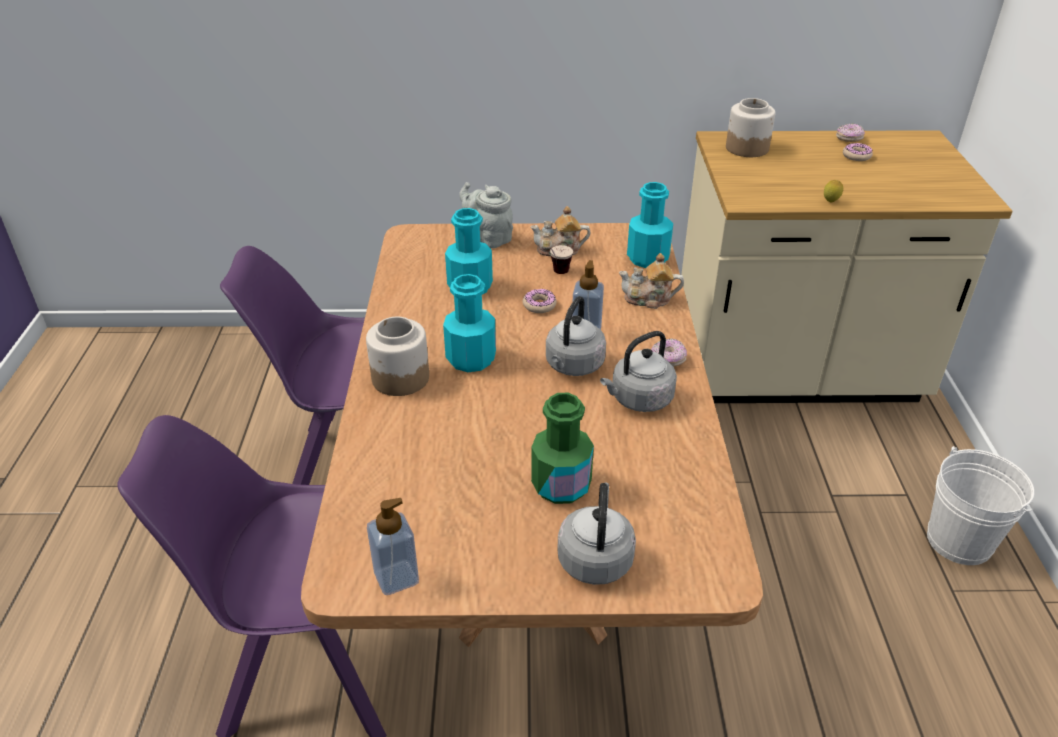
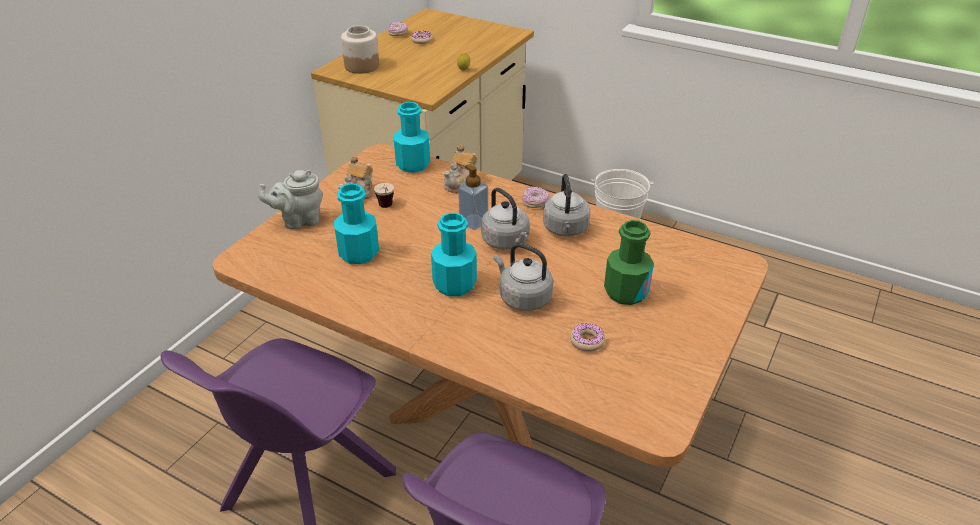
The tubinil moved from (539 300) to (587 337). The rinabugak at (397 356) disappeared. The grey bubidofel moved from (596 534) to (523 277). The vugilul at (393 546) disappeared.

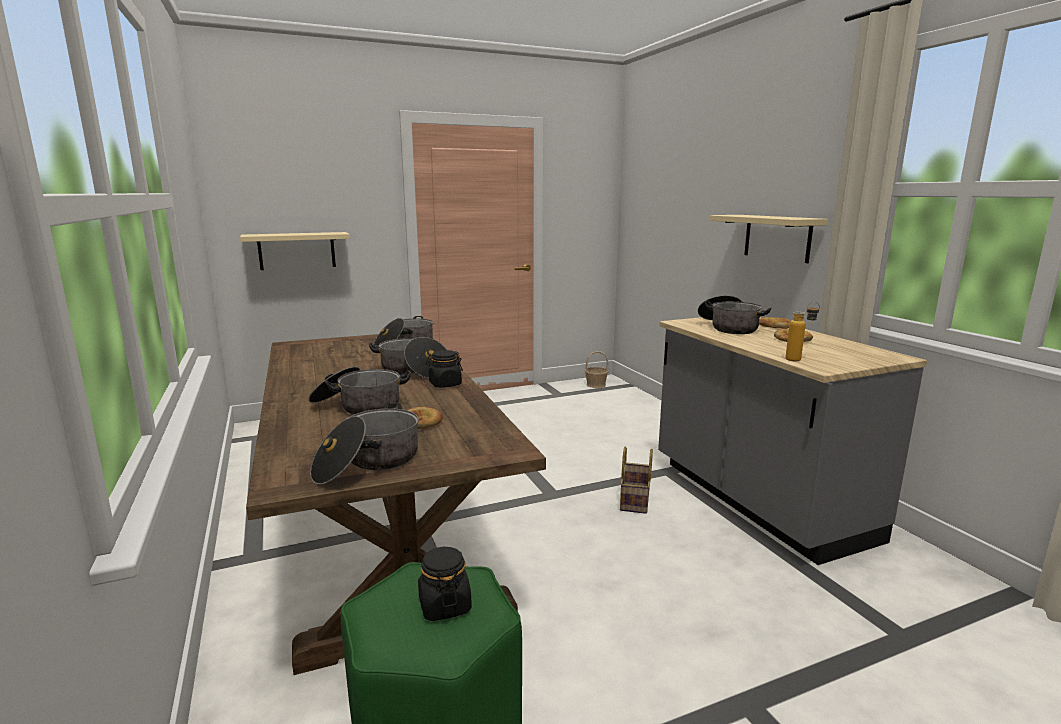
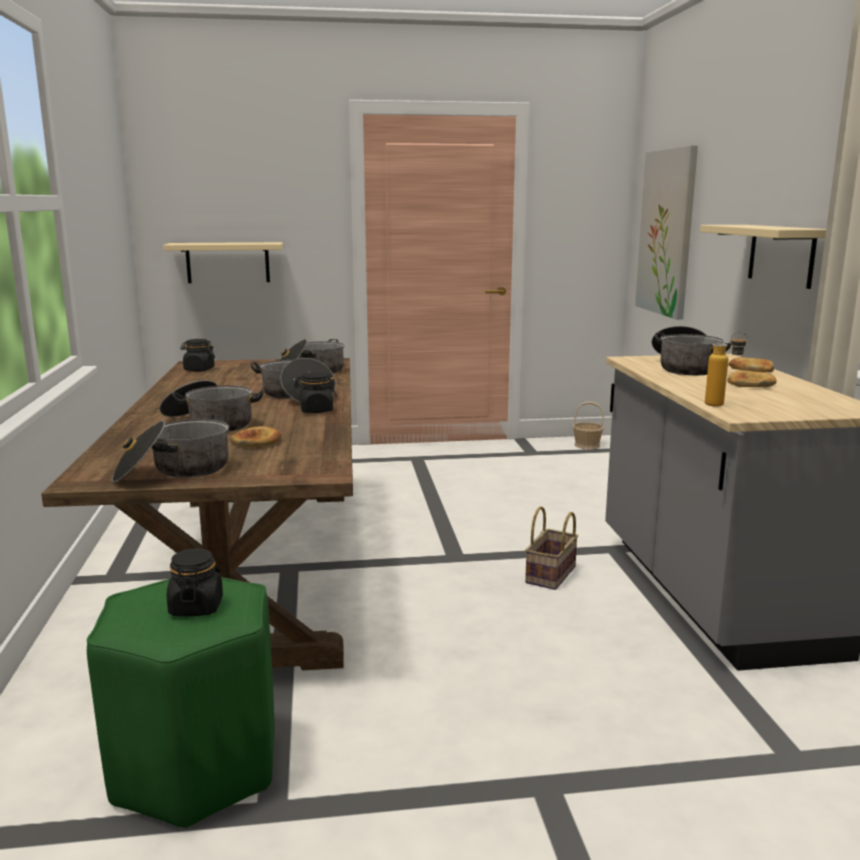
The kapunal at (666 232) appeared. The black rinabugak at (197 355) appeared.

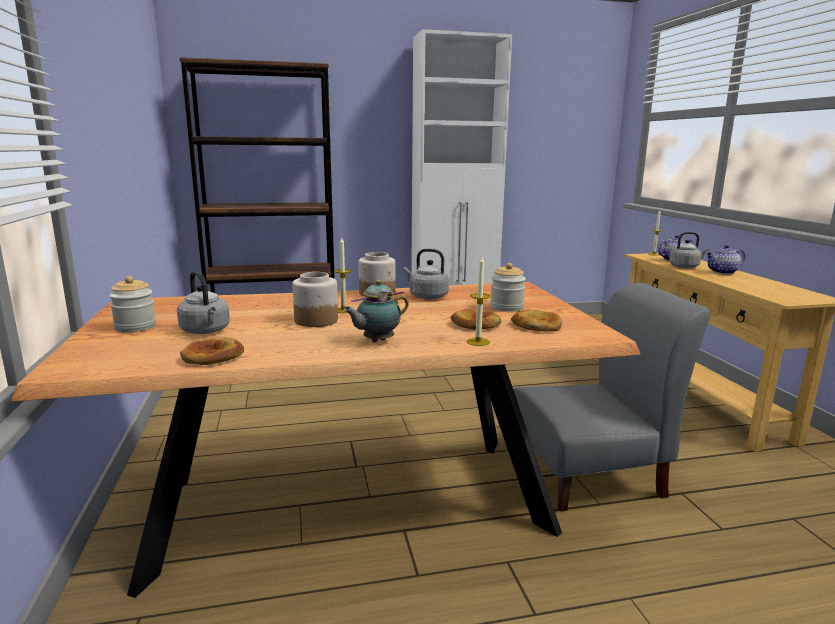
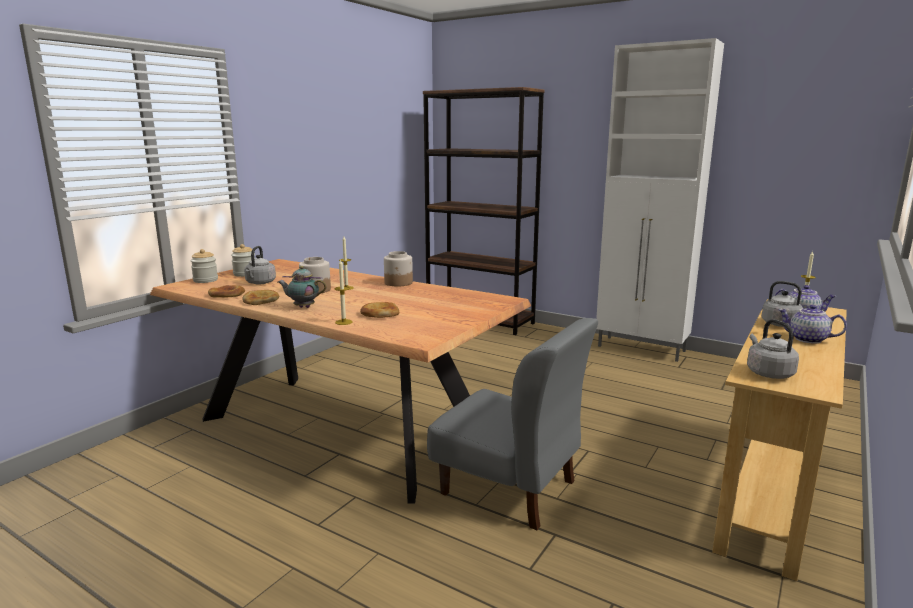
The grey bubidofel moved from (426 274) to (773 349). The rinabugak moved from (508 287) to (204 266). The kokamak moved from (536 321) to (260 297).

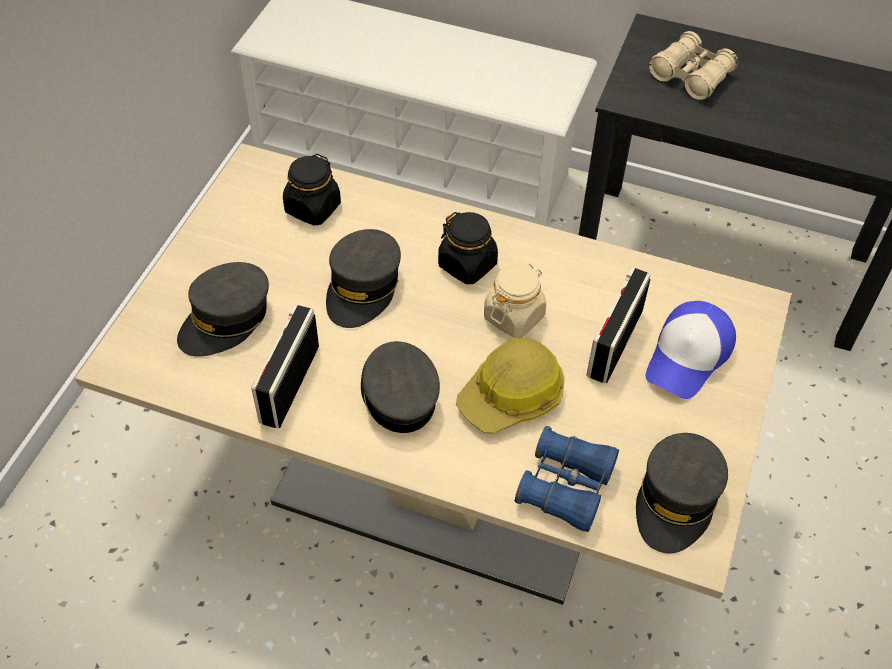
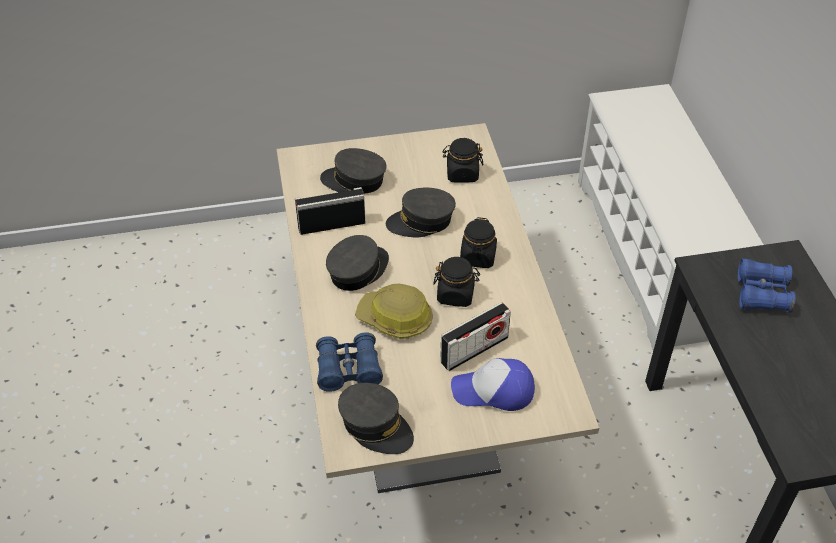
The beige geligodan at (693 65) became the blue geligodan at (766 286). The beige rinabugak at (515 301) became the black rinabugak at (456 282). The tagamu at (618 325) turned 150 degrees clockwise. The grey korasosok at (682 493) turned 135 degrees counterclockwise.

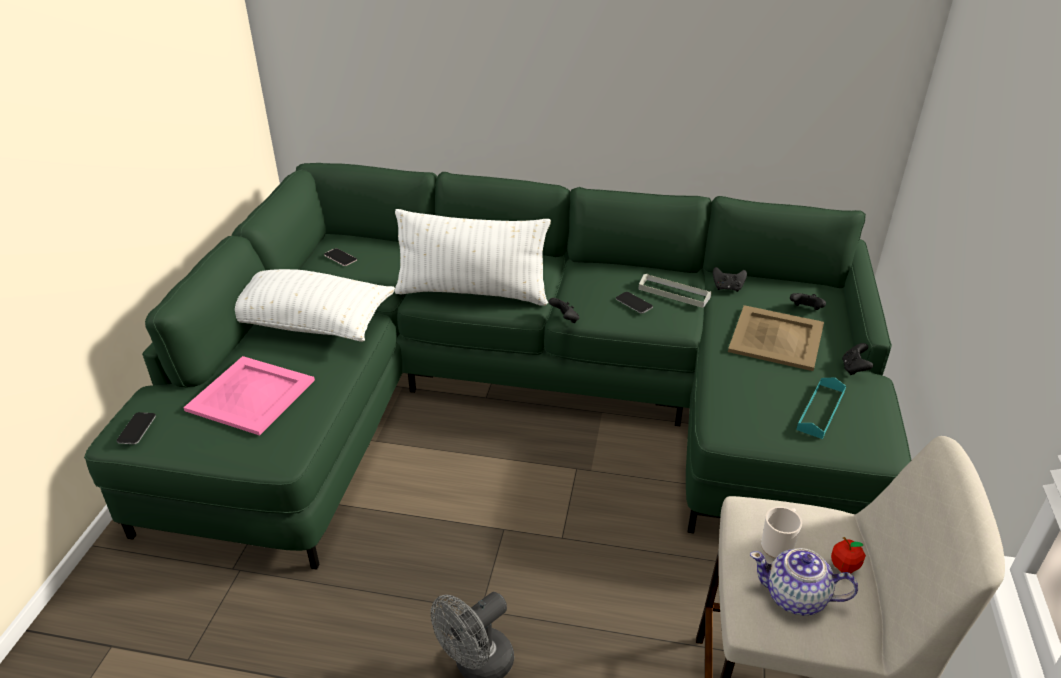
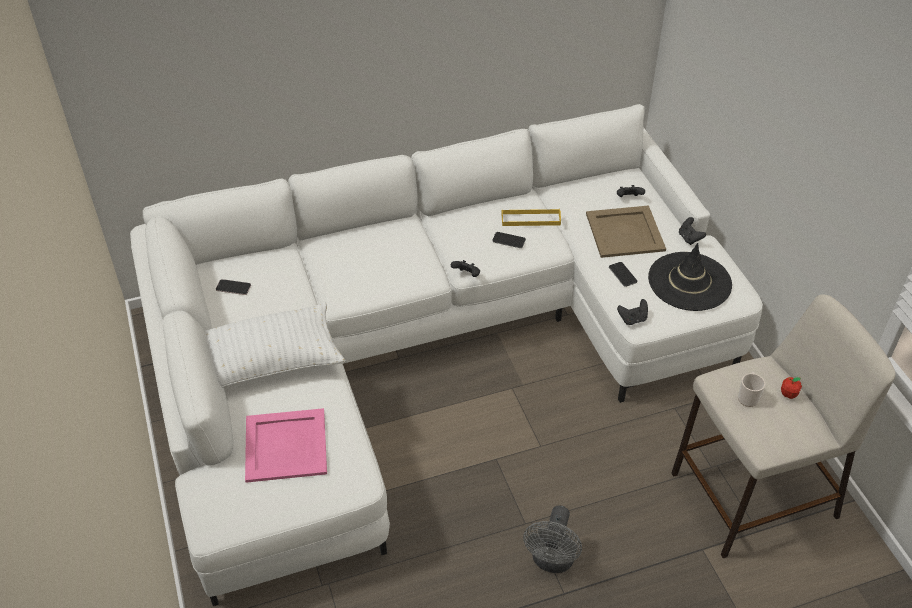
The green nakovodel at (497 366) became the white nakovodel at (446 355). The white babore at (472 257) disappeared. The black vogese moved from (730 279) to (632 312). The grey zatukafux at (675 291) became the yellow zatukafux at (531 217). The turquoise zatukafux at (821 408) was replaced by the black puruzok at (690 277). The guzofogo moved from (136 428) to (623 274). The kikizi at (804 582) disappeared.

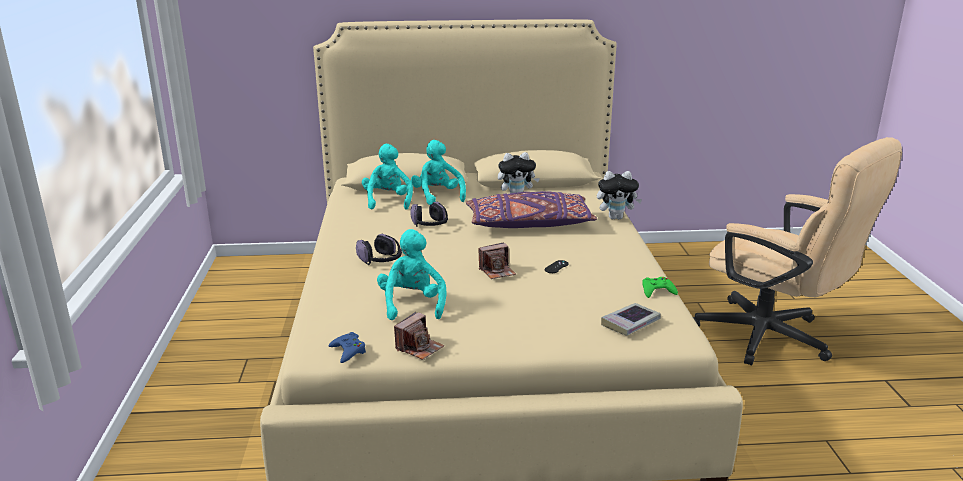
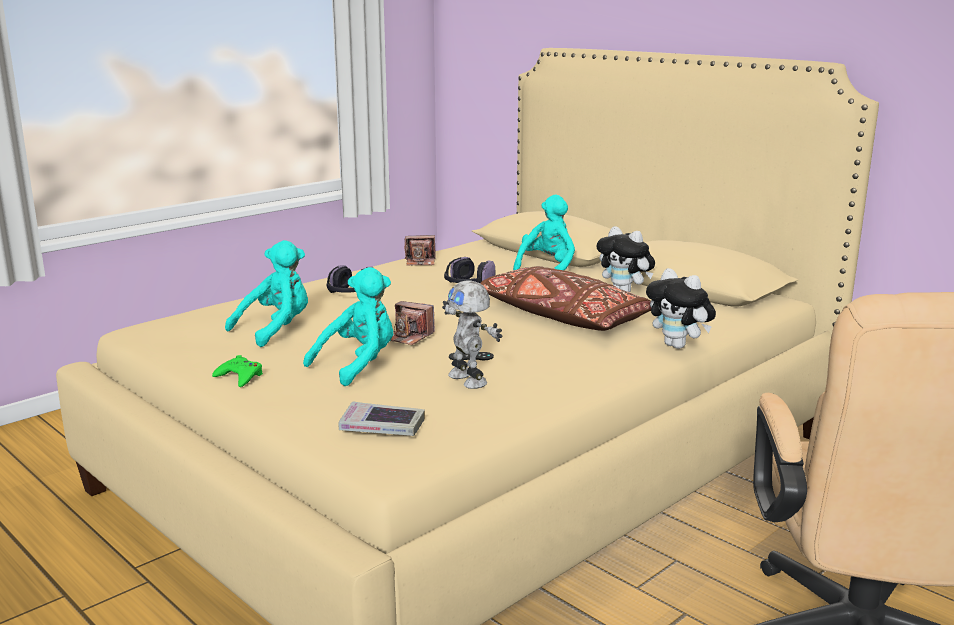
The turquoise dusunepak moved from (387 177) to (348 326). The purple babore at (531 209) became the brown babore at (565 298). The green vogese moved from (660 287) to (237 371). The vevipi moved from (419 336) to (420 250). The blue vogese at (347 347) disappeared. The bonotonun at (472 334) appeared.

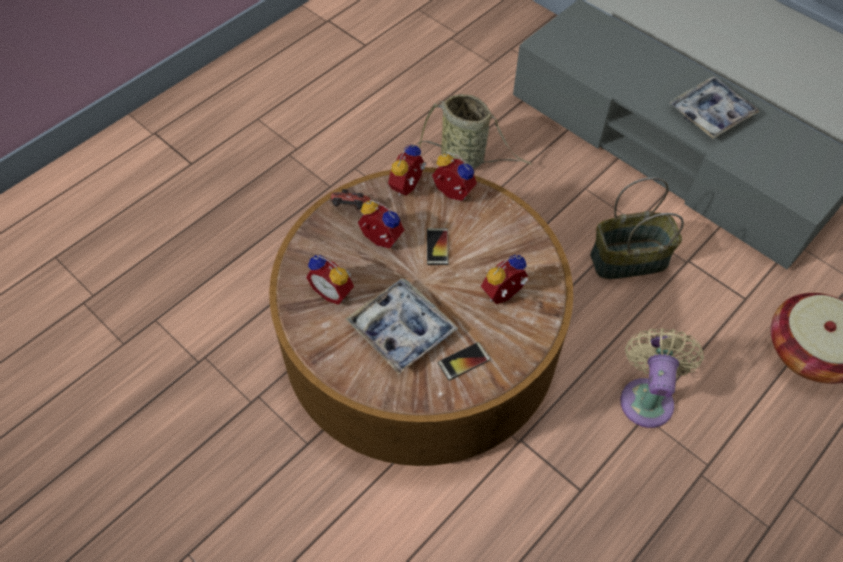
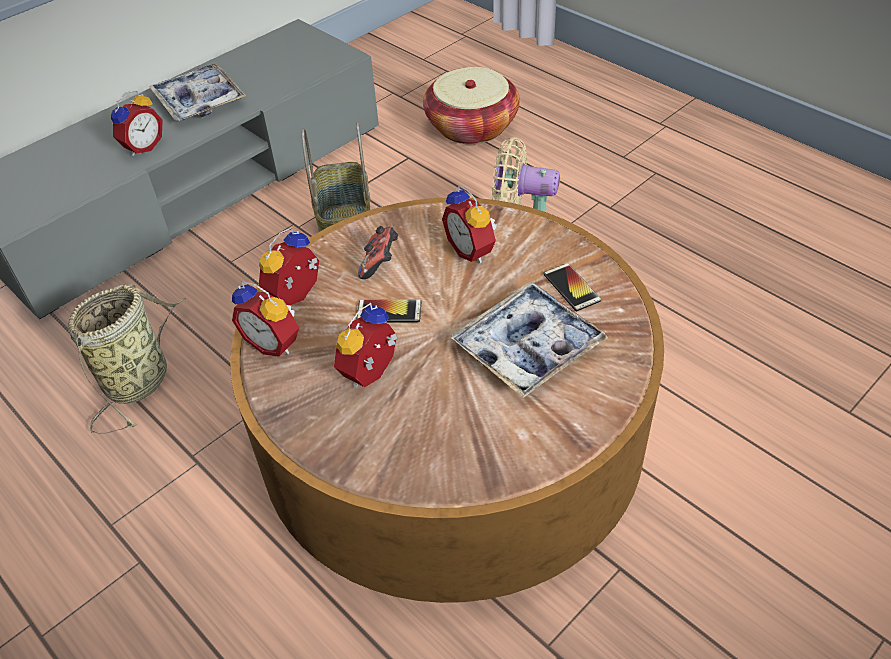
The vogese moved from (351 199) to (378 252). The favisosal moved from (330 280) to (137 123).

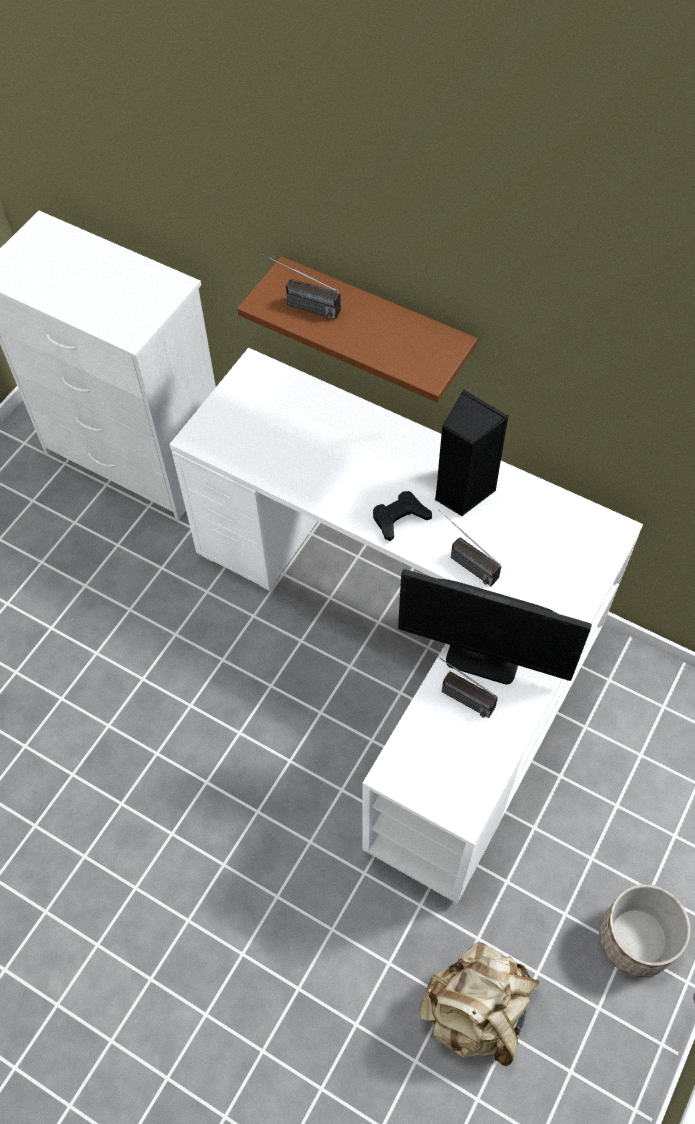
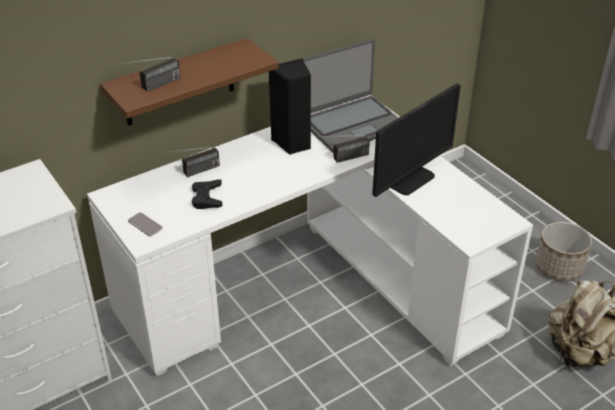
The black vogese moved from (402 516) to (207 194). The tagamu moved from (461 682) to (191 162). The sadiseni at (351 96) appeared. The guzofogo at (145 224) appeared.

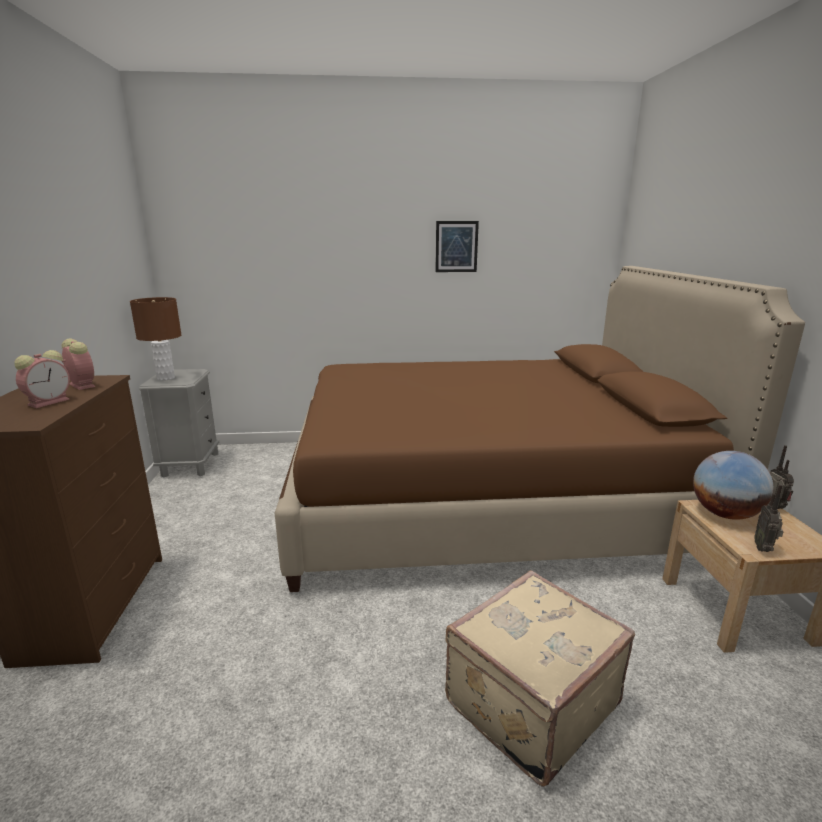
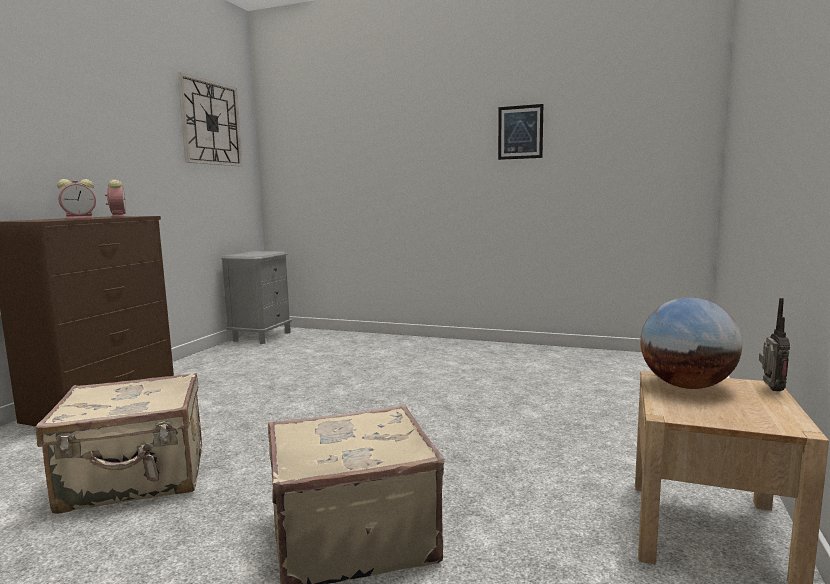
The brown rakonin at (540 429) disappeared. The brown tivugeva at (156 339) disappeared. The tagamu at (769 518) disappeared. The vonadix at (209 119) appeared. The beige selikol at (119 443) appeared.

